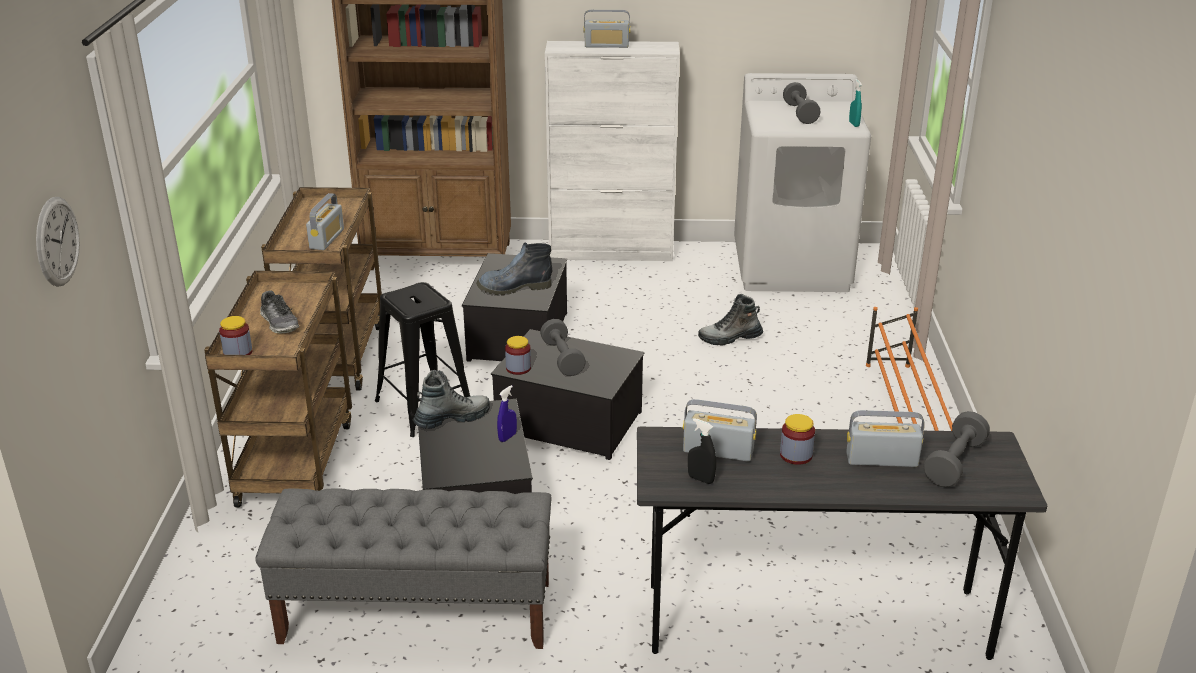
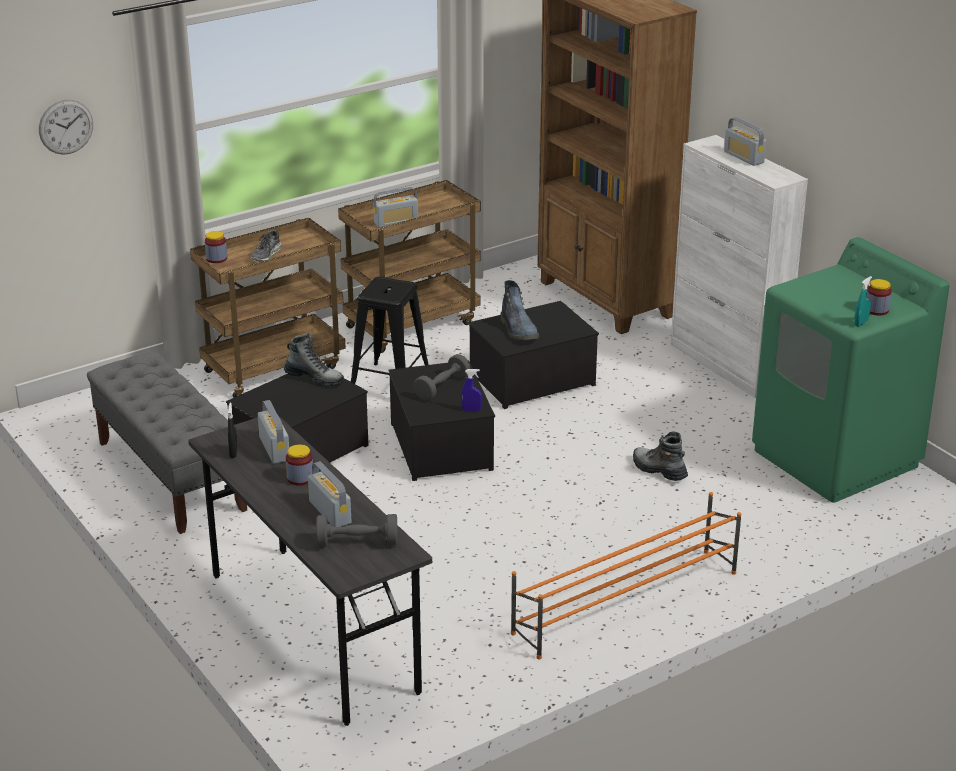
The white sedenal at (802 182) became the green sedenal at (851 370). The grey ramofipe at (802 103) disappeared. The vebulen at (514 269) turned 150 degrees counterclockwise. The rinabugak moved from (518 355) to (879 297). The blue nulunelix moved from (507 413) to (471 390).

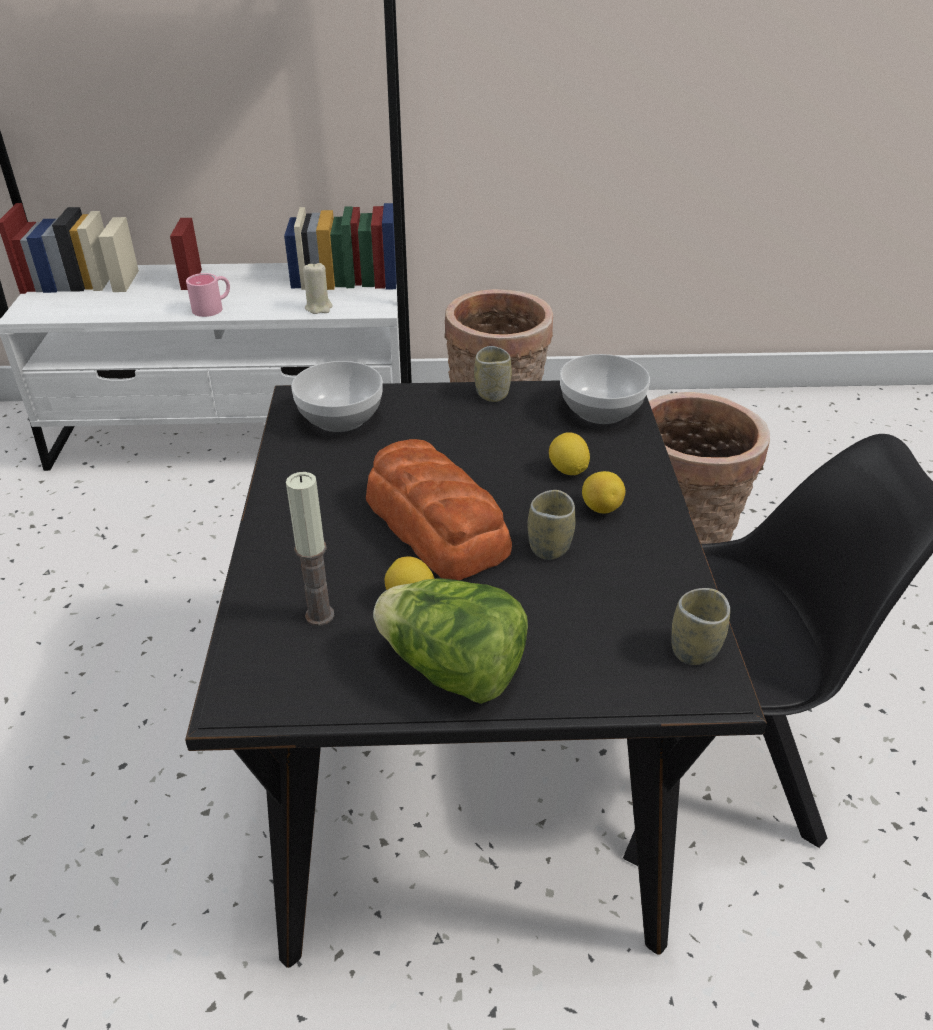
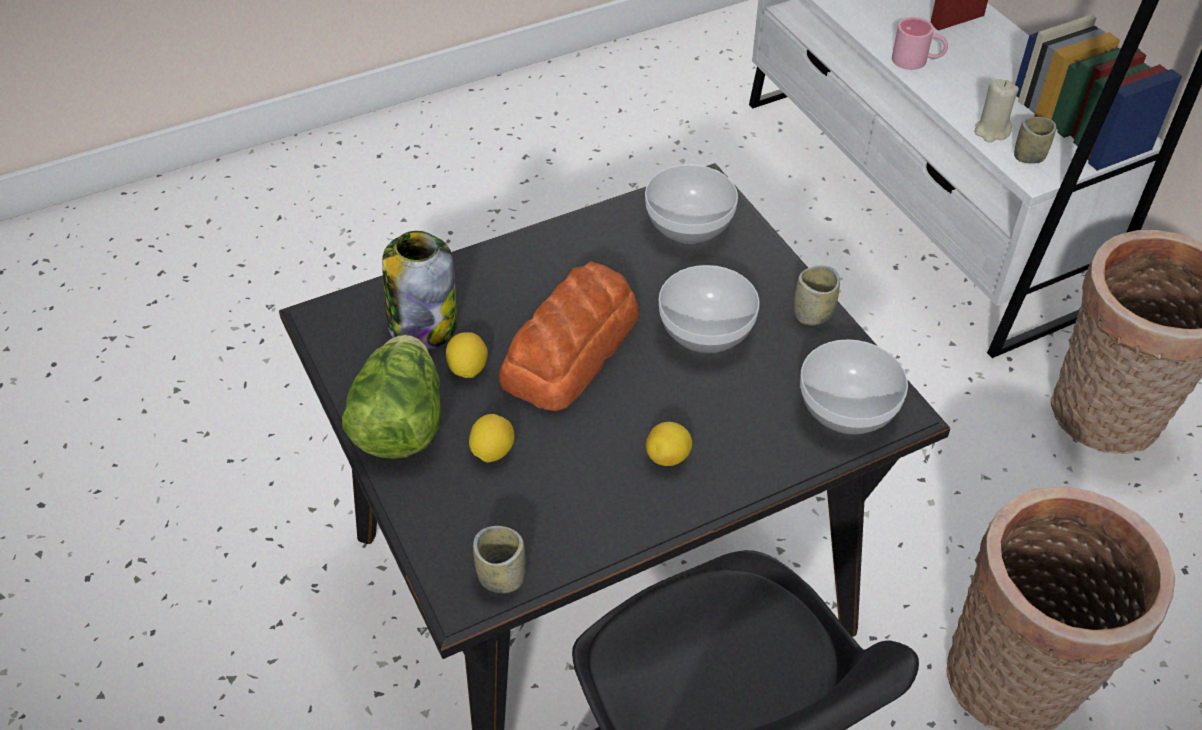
The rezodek moved from (569 453) to (492 438). The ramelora at (310 549) was replaced by the rinabugak at (419 290). The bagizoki moved from (551 525) to (1035 140). The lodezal at (709 309) appeared.

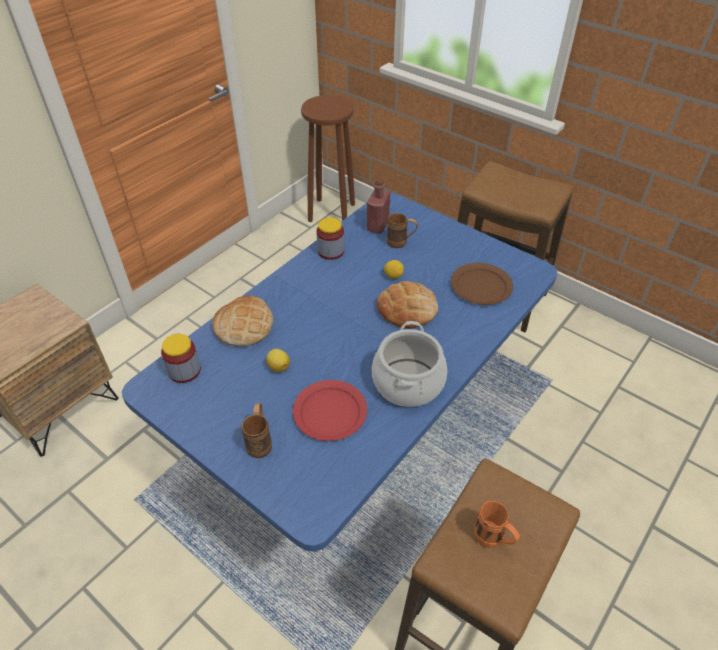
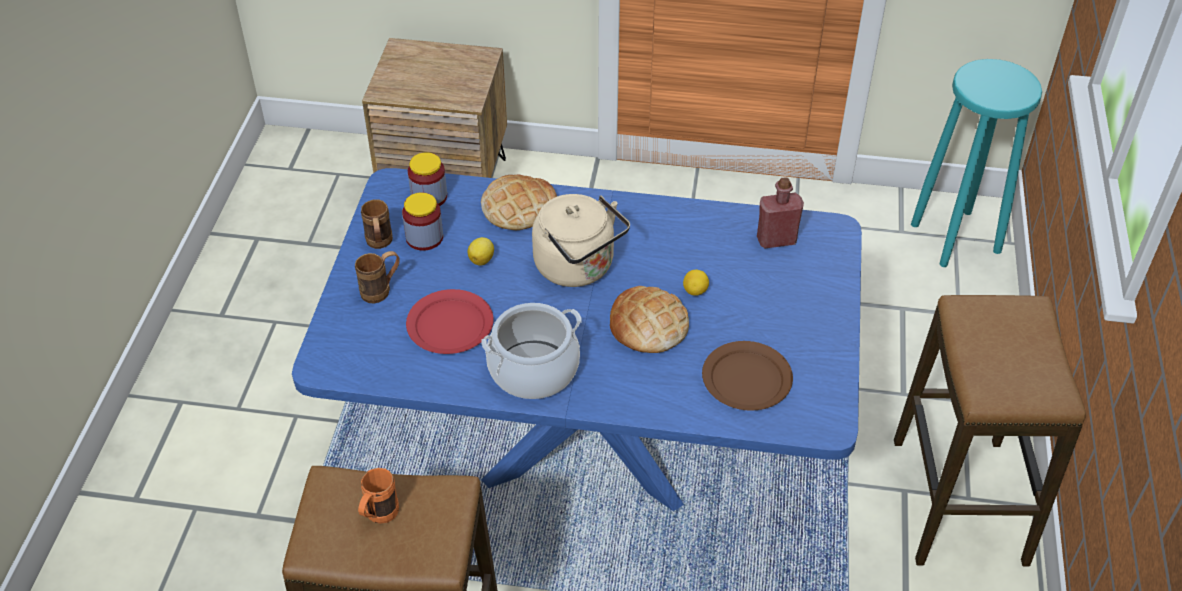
The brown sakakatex at (328 158) became the turquoise sakakatex at (976 163). The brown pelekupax moved from (402 230) to (377 224). The rinabugak moved from (330 238) to (422 221). The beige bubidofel at (581 240) appeared.

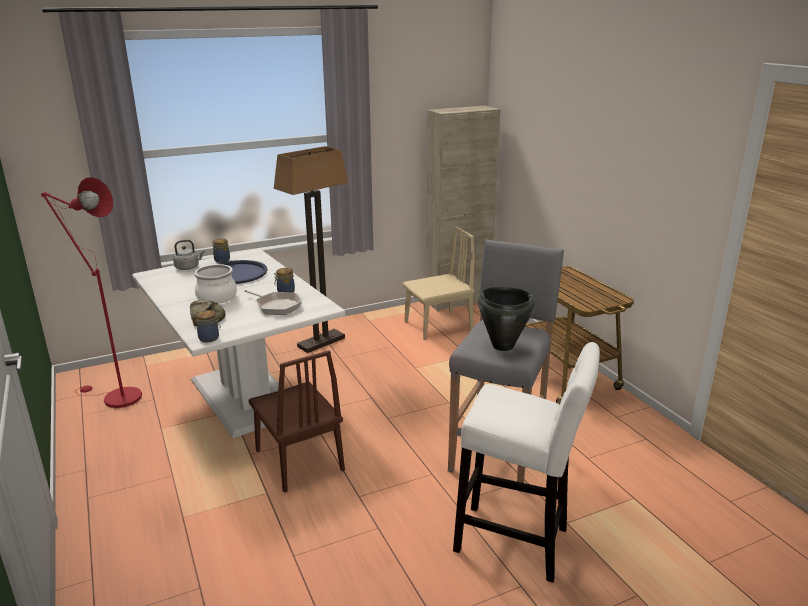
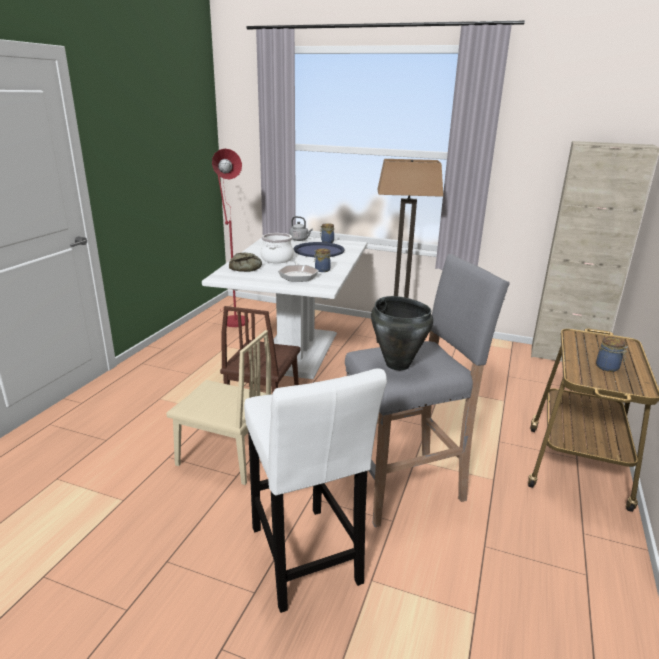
The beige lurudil moved from (439 283) to (218 407). The rinabugak moved from (208 326) to (612 354).

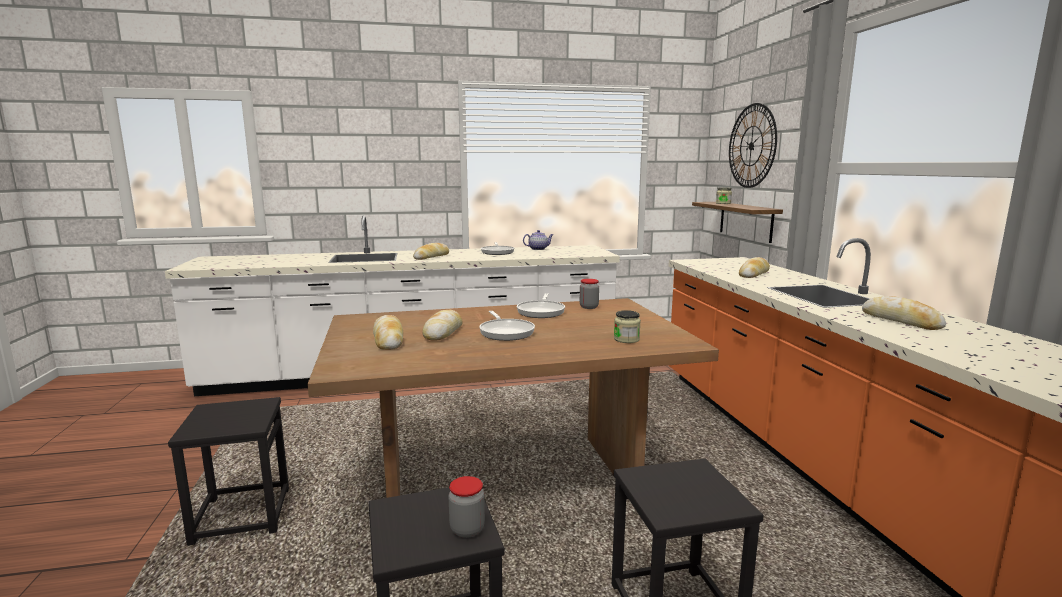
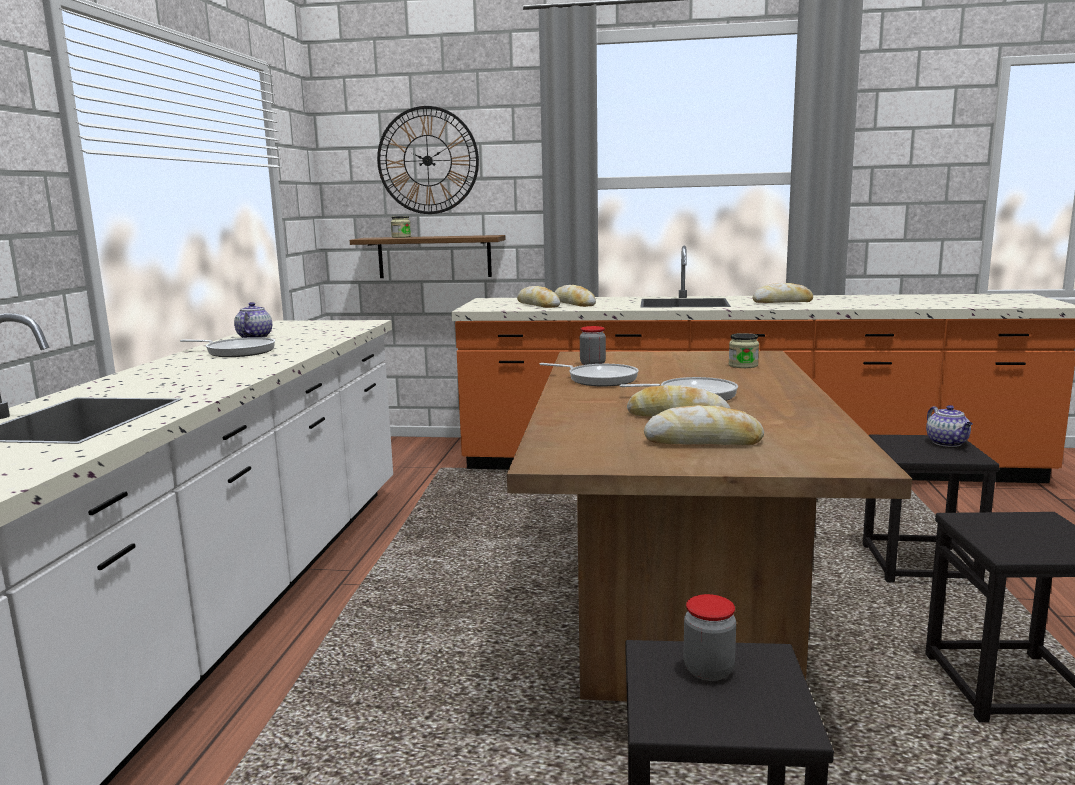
The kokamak moved from (431 251) to (538 297). The rinabugak moved from (467 507) to (709 637). The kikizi at (949 426) appeared.

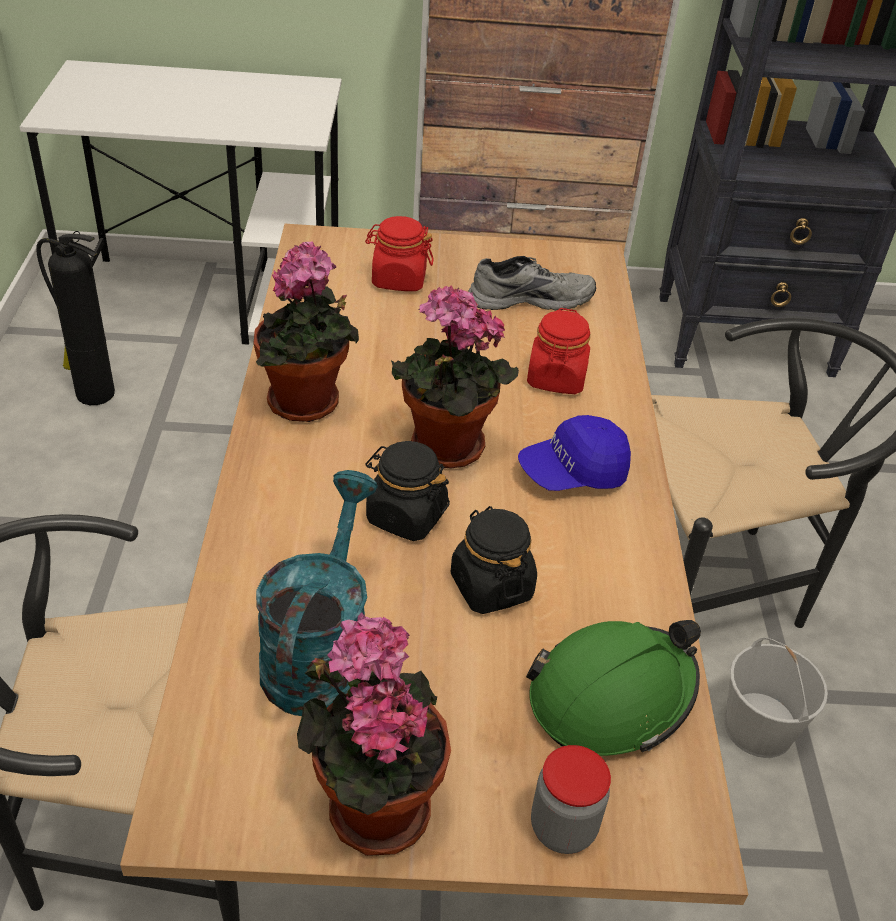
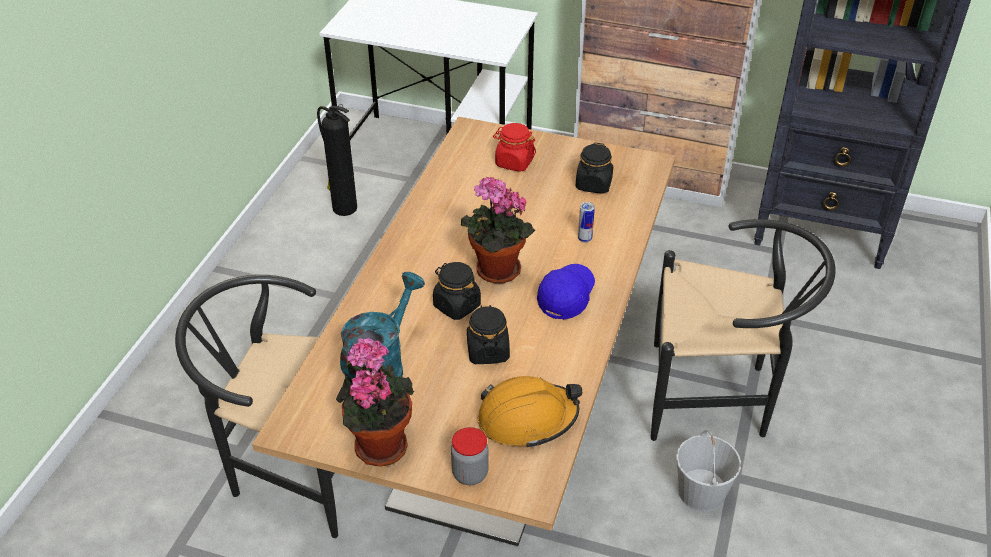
The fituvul at (306 332) disappeared. The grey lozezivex at (532 283) was replaced by the black rinabugak at (594 168). The red rinabugak at (558 351) was replaced by the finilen at (586 222). The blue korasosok at (574 453) turned 120 degrees clockwise. The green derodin at (613 688) became the orange derodin at (530 412).

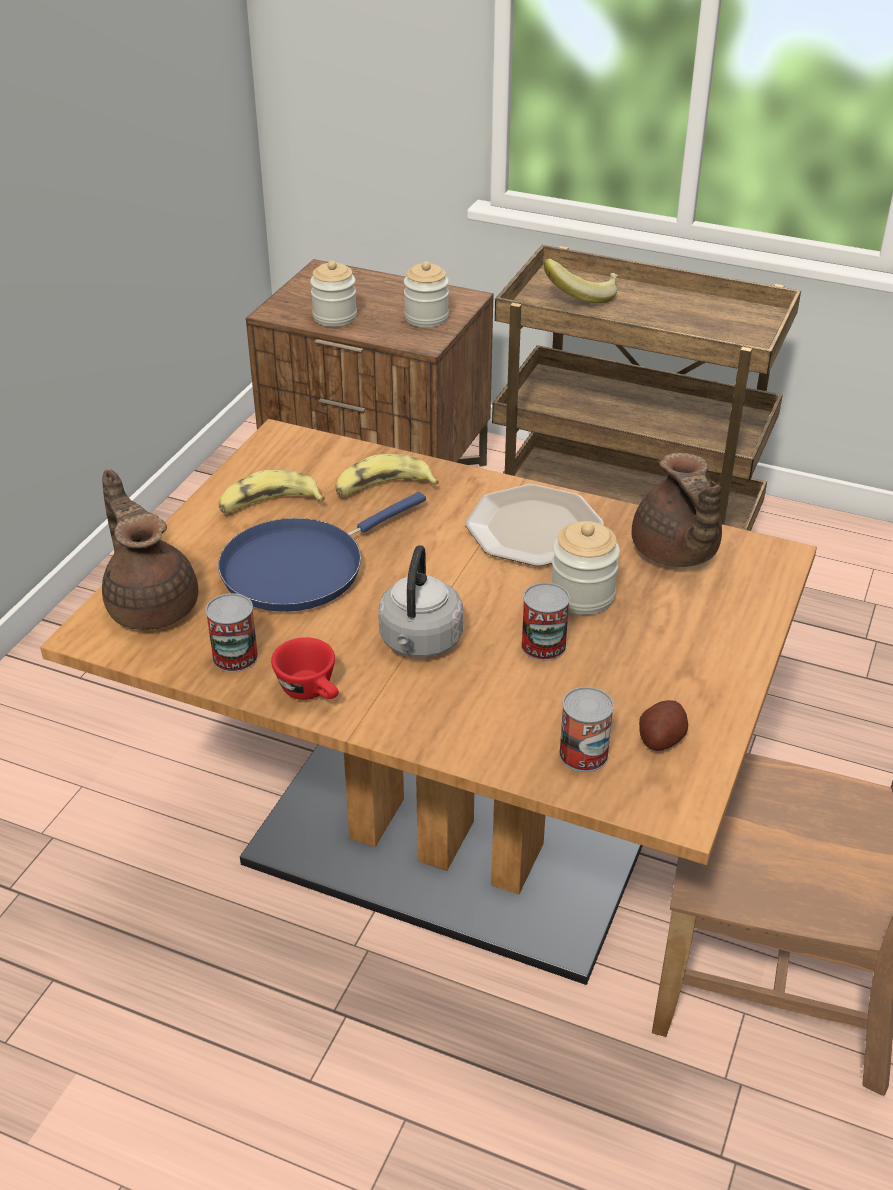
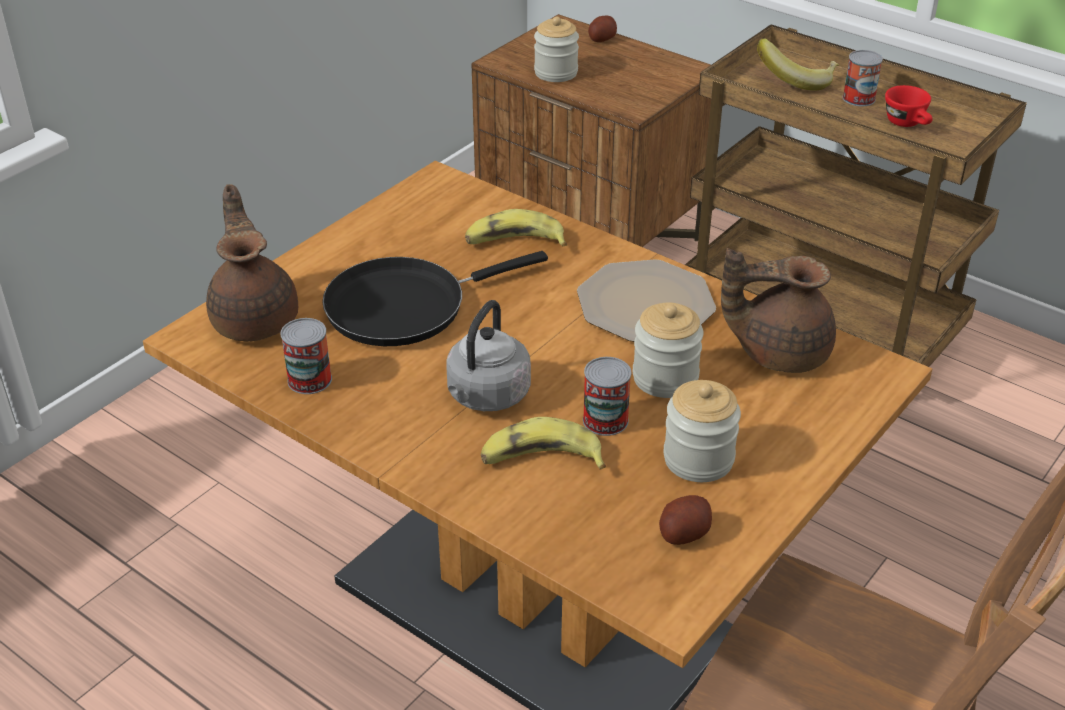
The rinabugak moved from (426 294) to (702 431). The brown kikizi at (677 510) turned 90 degrees clockwise. The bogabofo moved from (272 491) to (543 443). The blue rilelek at (322 552) became the black rilelek at (435 298). The red bagizoki moved from (305 668) to (909 106). The finilen moved from (586 729) to (863 78). The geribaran at (602 28) appeared.

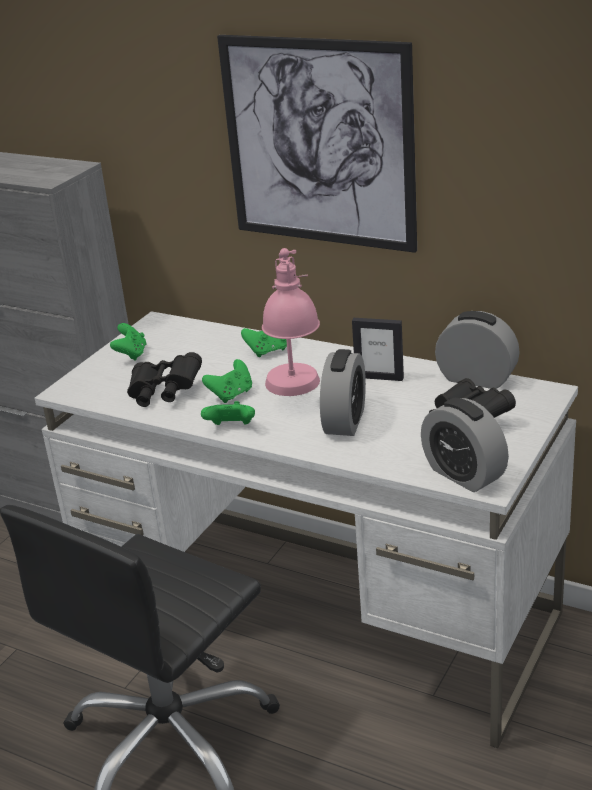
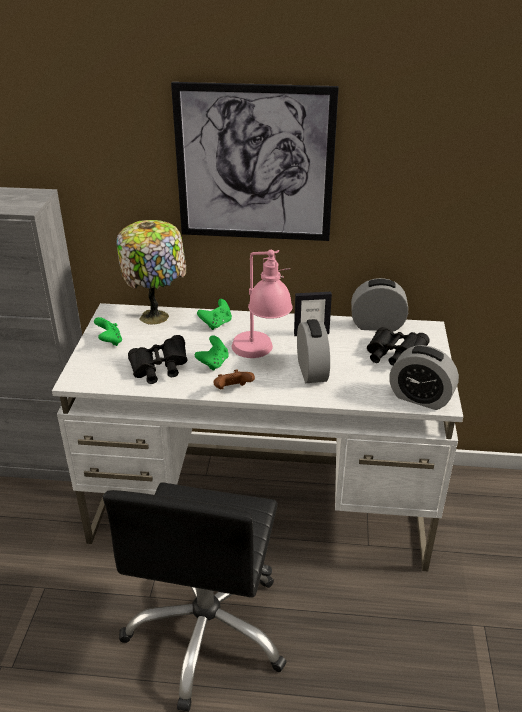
The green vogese at (228 413) became the brown vogese at (234 379). The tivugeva at (151 272) appeared.

